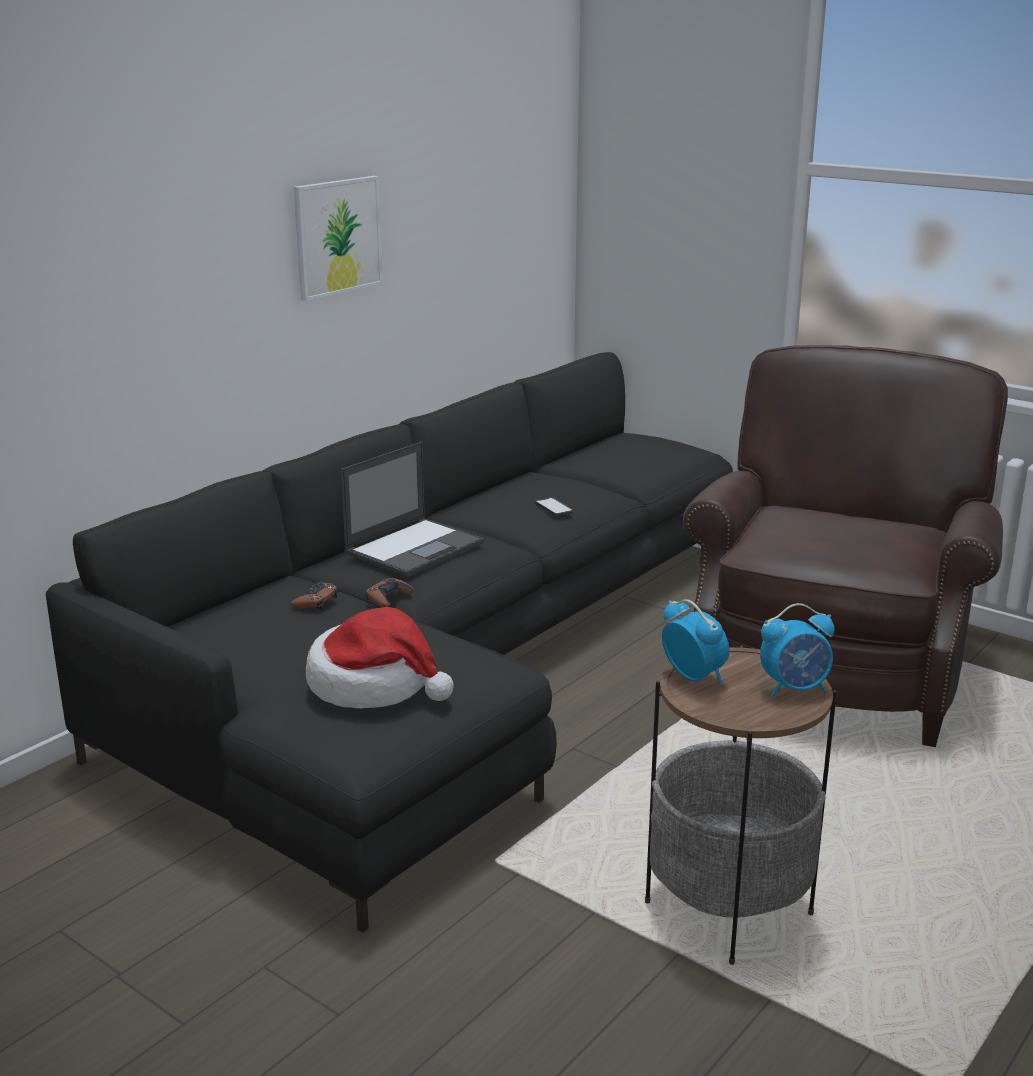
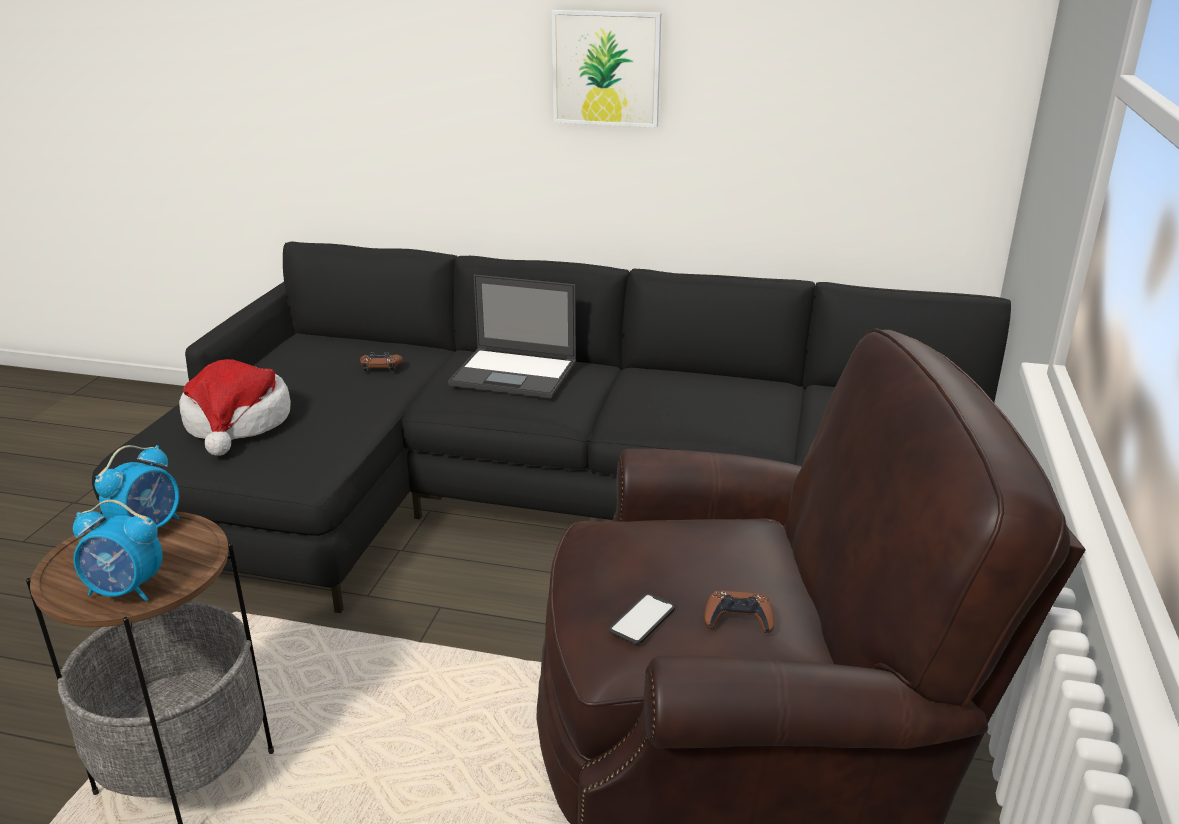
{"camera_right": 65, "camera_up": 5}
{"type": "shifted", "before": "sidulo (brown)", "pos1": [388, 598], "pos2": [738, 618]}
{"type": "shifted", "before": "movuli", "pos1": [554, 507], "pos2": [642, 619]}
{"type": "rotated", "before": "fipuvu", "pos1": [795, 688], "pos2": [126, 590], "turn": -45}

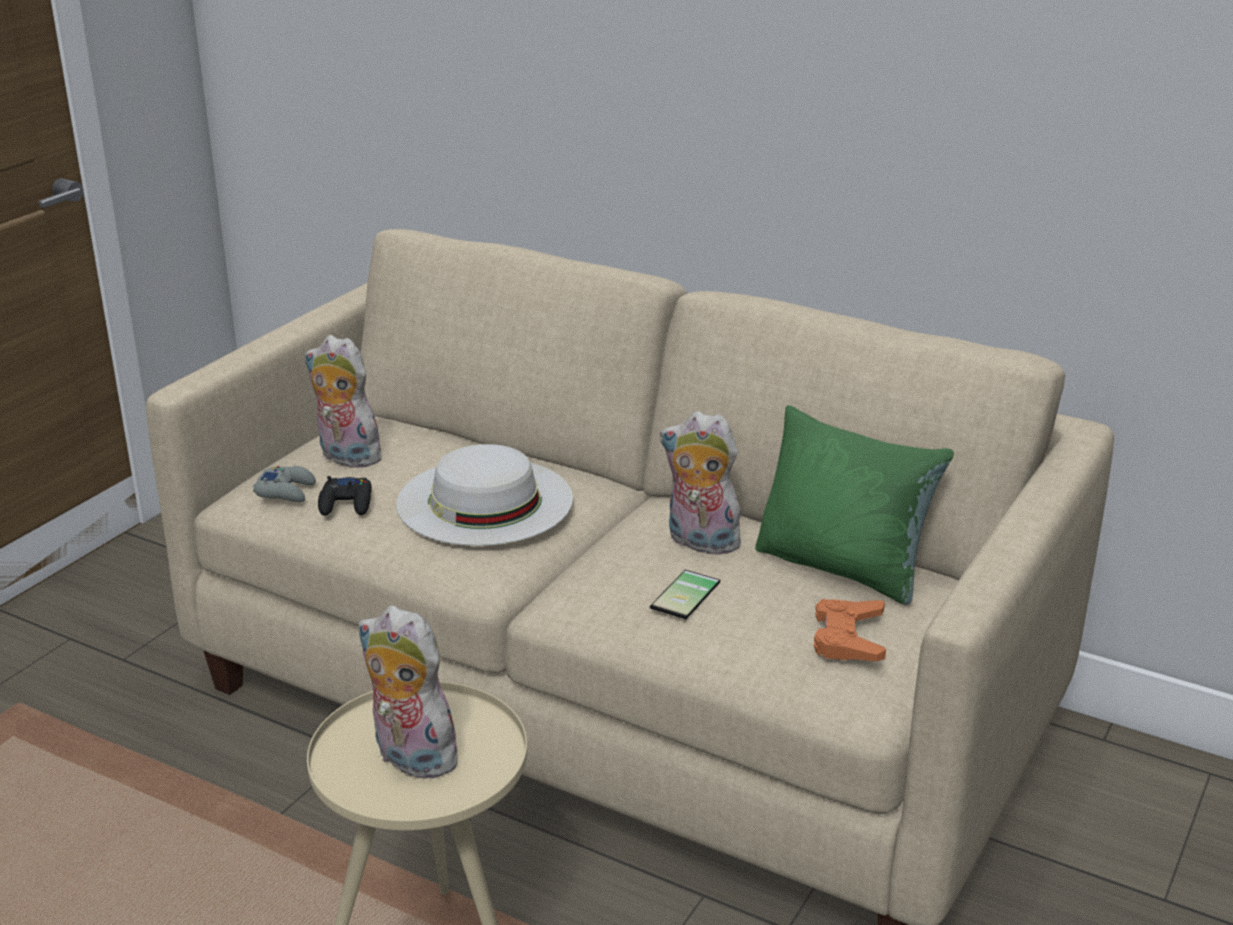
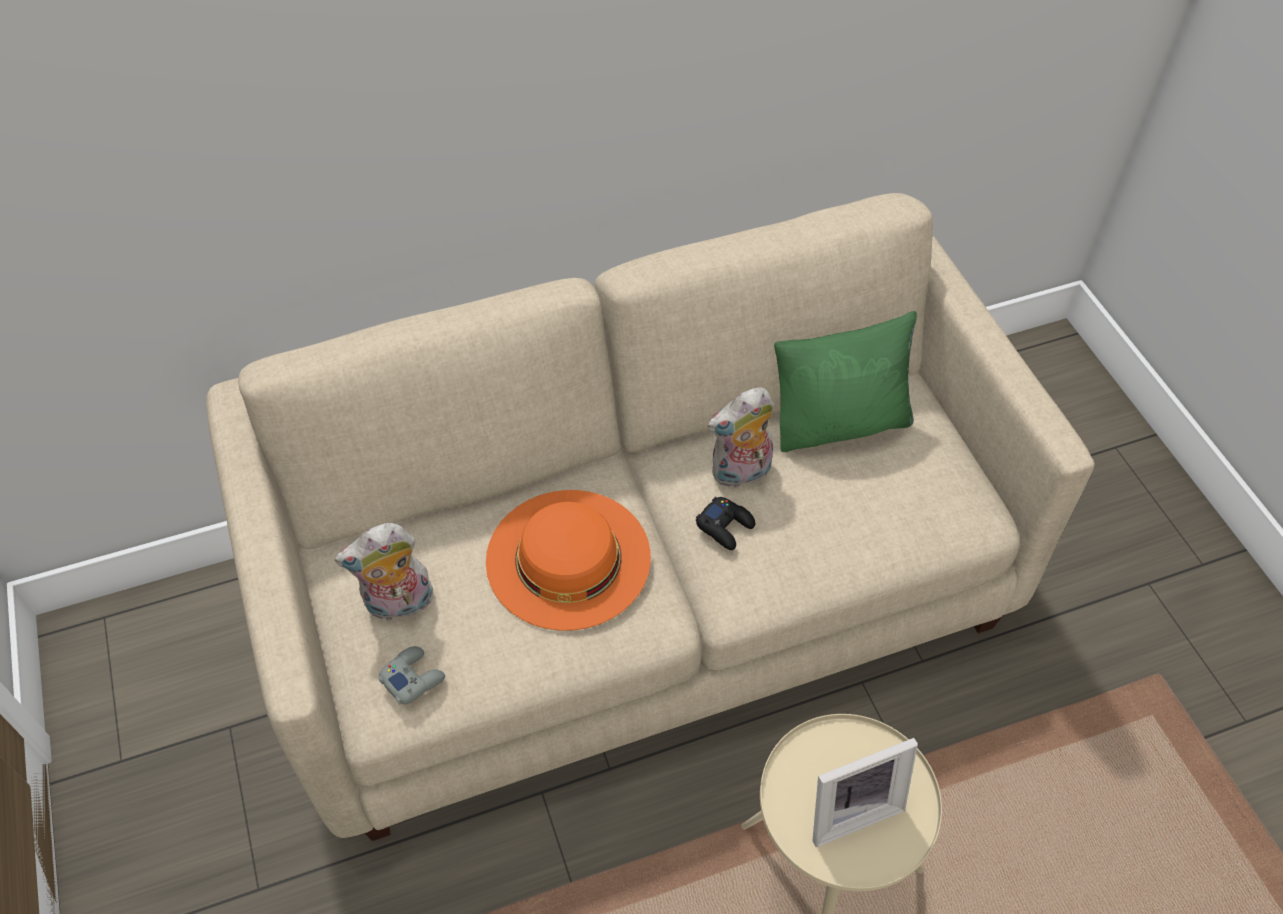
{"camera_right": -50, "camera_up": 25}
{"type": "shifted", "before": "sidulo (black)", "pos1": [347, 503], "pos2": [725, 526]}
{"type": "swapped", "before": "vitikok", "after": "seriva", "pos1": [409, 758], "pos2": [850, 808]}
{"type": "repainted", "before": "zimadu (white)", "after": "zimadu (orange)", "pos1": [484, 501], "pos2": [568, 558]}
{"type": "gone", "before": "movuli", "pos1": [689, 596]}
{"type": "gone", "before": "sidulo (orange)", "pos1": [848, 638]}

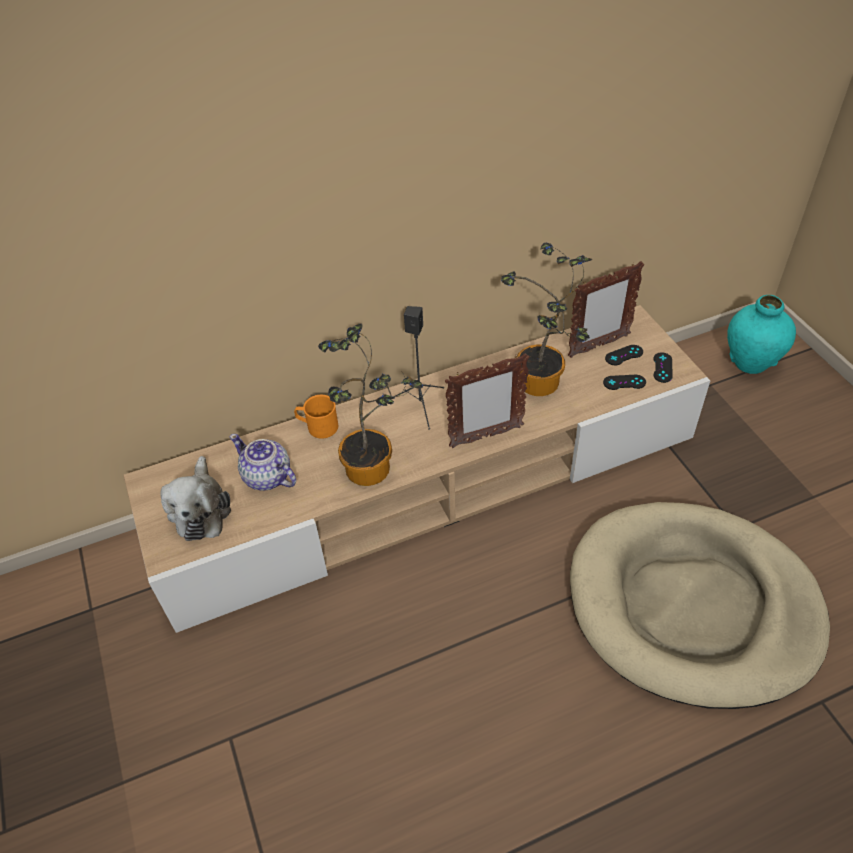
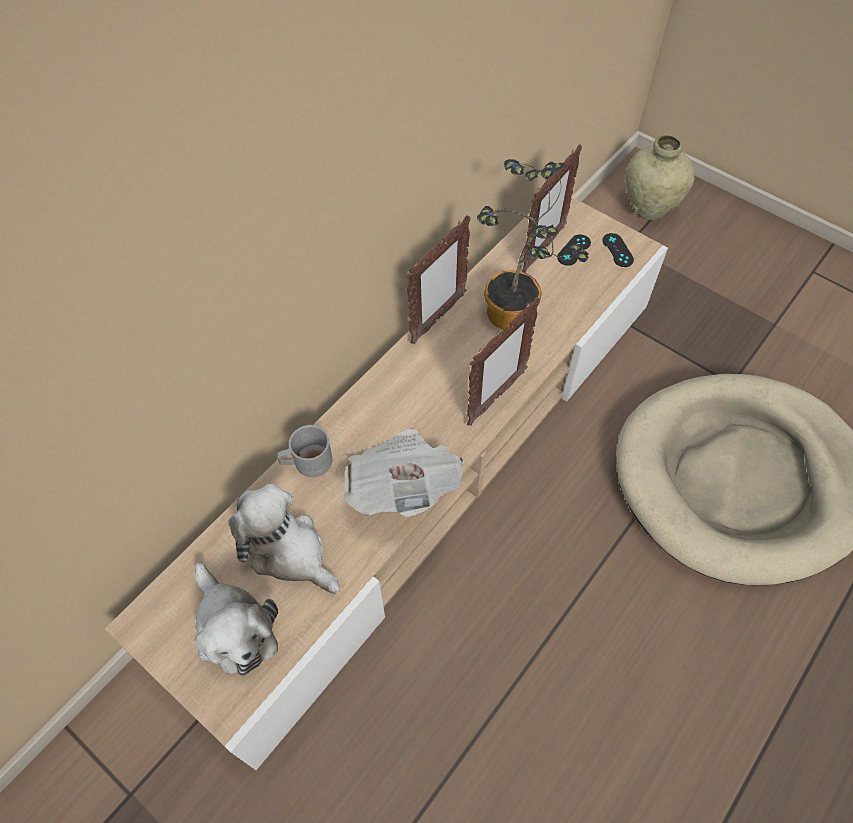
{"camera_right": -30, "camera_up": 10}
{"type": "swapped", "before": "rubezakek", "after": "vitikok", "pos1": [267, 477], "pos2": [288, 551]}
{"type": "repainted", "before": "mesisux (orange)", "after": "mesisux (grey)", "pos1": [318, 426], "pos2": [307, 462]}
{"type": "swapped", "before": "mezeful", "after": "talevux", "pos1": [375, 468], "pos2": [403, 485]}
{"type": "gone", "before": "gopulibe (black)", "pos1": [420, 404]}
{"type": "gone", "before": "sidulo (black)", "pos1": [624, 382]}
{"type": "repainted", "before": "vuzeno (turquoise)", "after": "vuzeno (beige)", "pos1": [750, 362], "pos2": [649, 208]}
{"type": "new", "after": "seriva", "pos2": [437, 319]}

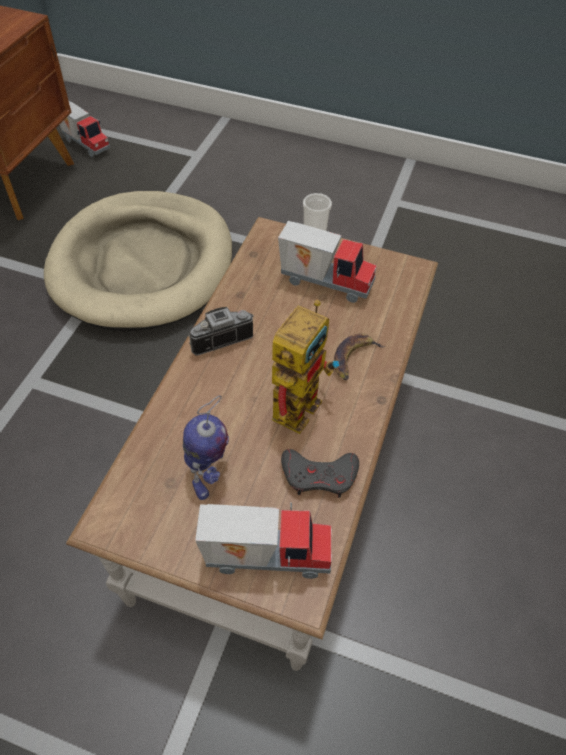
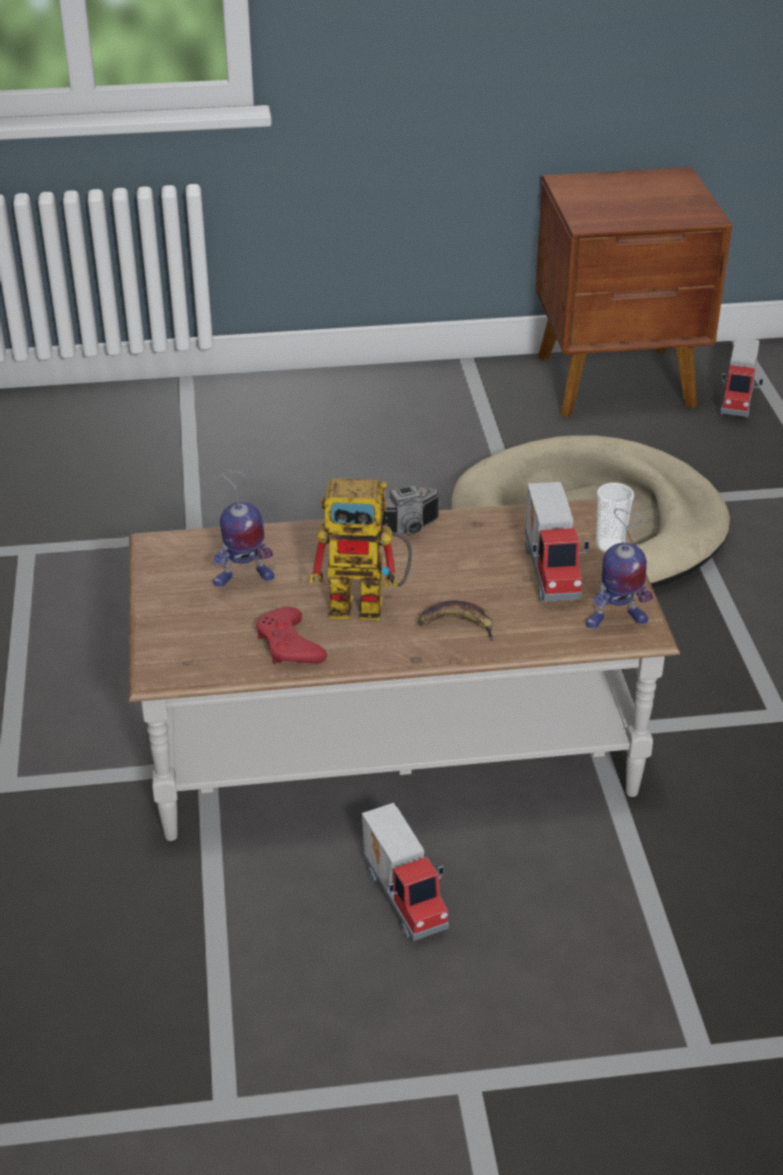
{"camera_right": 65, "camera_up": -15}
{"type": "rotated", "before": "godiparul", "pos1": [219, 336], "pos2": [408, 530], "turn": 120}
{"type": "shifted", "before": "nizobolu", "pos1": [266, 553], "pos2": [406, 897]}
{"type": "repainted", "before": "sidulo (grey)", "after": "sidulo (red)", "pos1": [319, 475], "pos2": [289, 645]}
{"type": "new", "after": "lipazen", "pos2": [615, 621]}

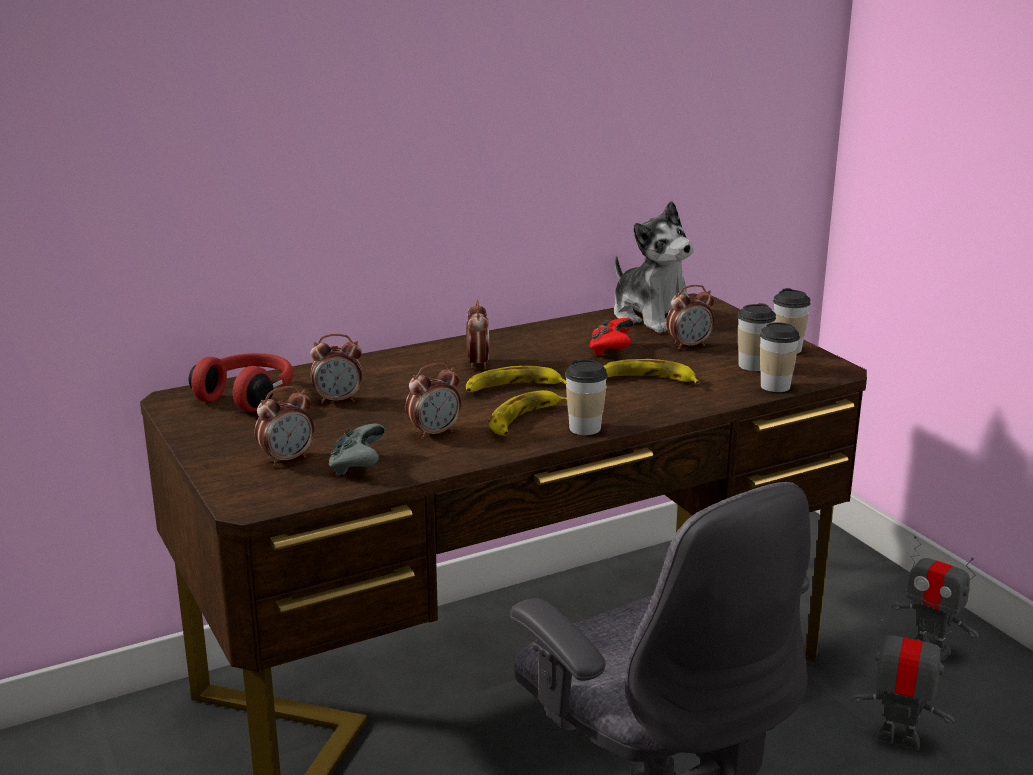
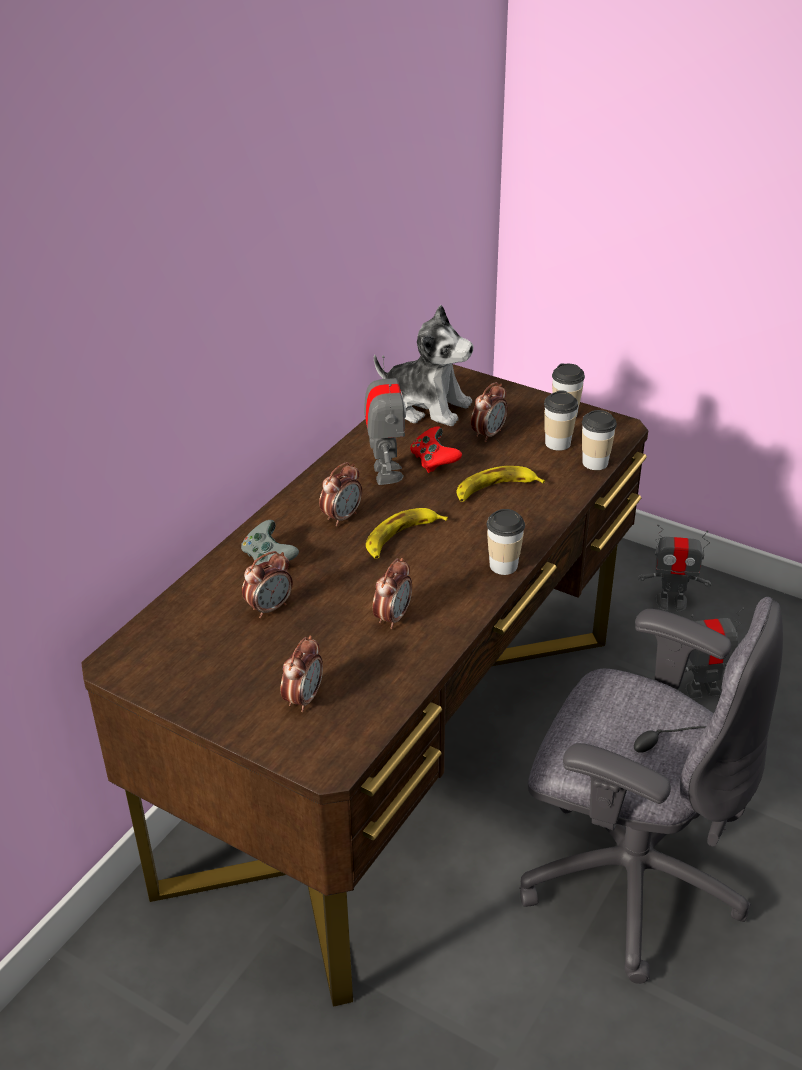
{"camera_right": -30, "camera_up": 15}
{"type": "gone", "before": "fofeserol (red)", "pos1": [248, 396]}
{"type": "shifted", "before": "sidulo (grey)", "pos1": [357, 466], "pos2": [268, 559]}
{"type": "rotated", "before": "fipuvu", "pos1": [477, 364], "pos2": [342, 517], "turn": 75}
{"type": "gone", "before": "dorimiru", "pos1": [524, 420]}
{"type": "new", "after": "lipazen", "pos2": [386, 473]}

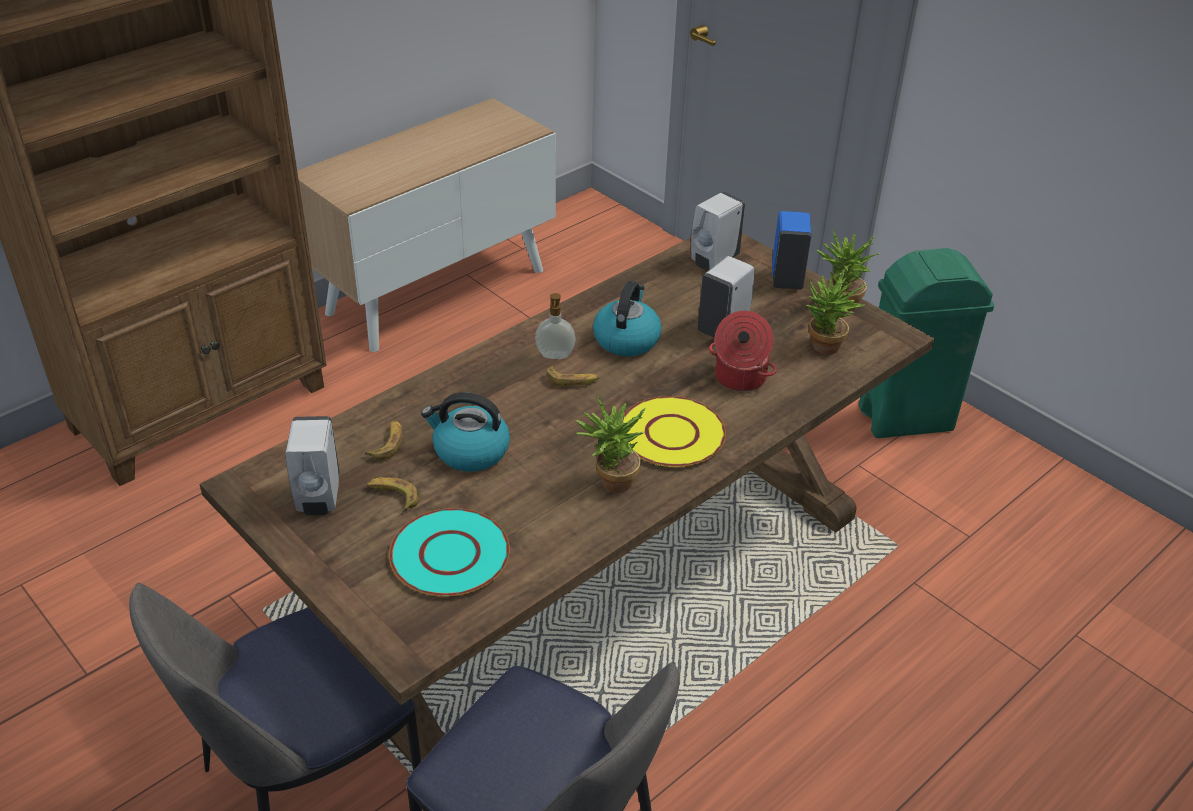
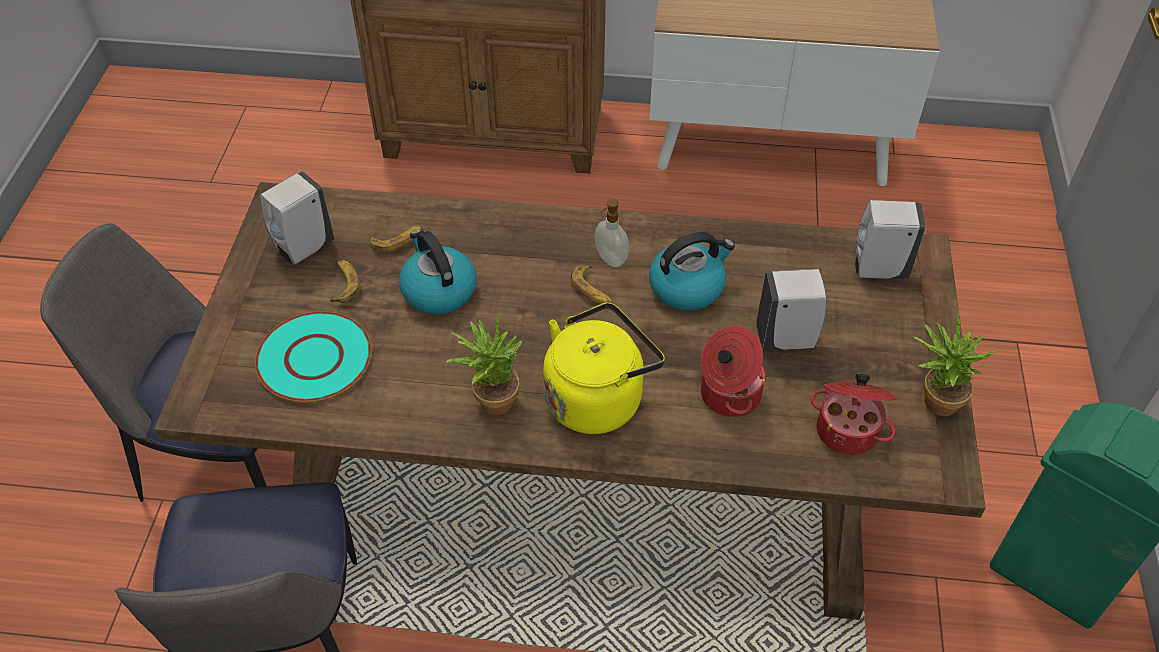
{"camera_right": 50, "camera_up": 10}
{"type": "swapped", "before": "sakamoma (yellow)", "after": "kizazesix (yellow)", "pos1": [672, 433], "pos2": [598, 397]}
{"type": "gone", "before": "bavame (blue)", "pos1": [786, 278]}
{"type": "swapped", "before": "mezeful", "after": "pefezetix", "pos1": [823, 350], "pos2": [848, 430]}

